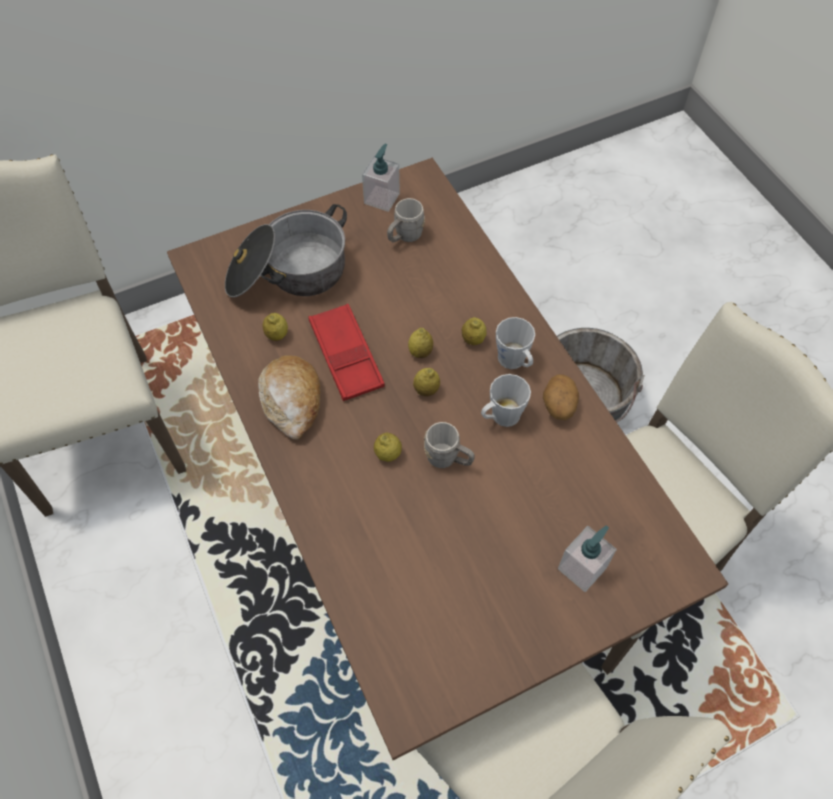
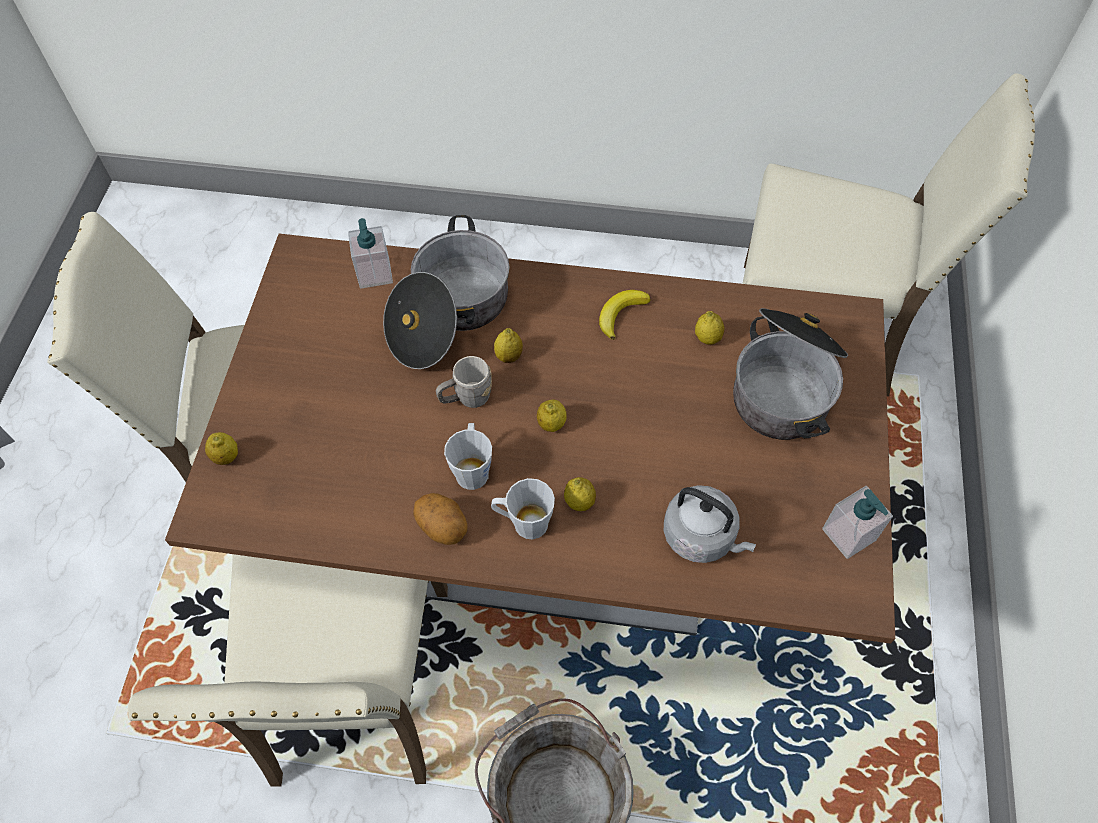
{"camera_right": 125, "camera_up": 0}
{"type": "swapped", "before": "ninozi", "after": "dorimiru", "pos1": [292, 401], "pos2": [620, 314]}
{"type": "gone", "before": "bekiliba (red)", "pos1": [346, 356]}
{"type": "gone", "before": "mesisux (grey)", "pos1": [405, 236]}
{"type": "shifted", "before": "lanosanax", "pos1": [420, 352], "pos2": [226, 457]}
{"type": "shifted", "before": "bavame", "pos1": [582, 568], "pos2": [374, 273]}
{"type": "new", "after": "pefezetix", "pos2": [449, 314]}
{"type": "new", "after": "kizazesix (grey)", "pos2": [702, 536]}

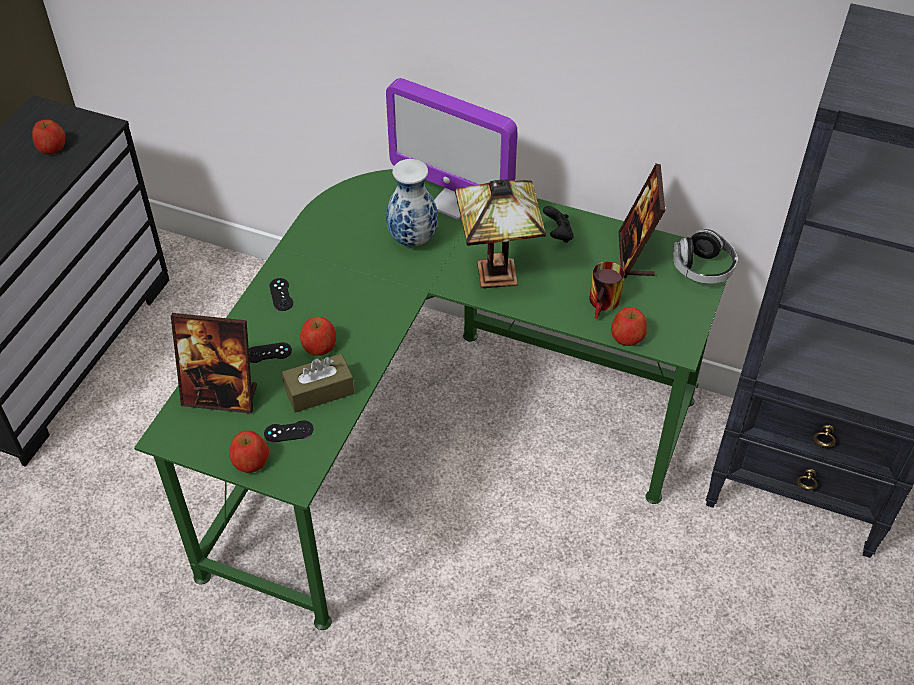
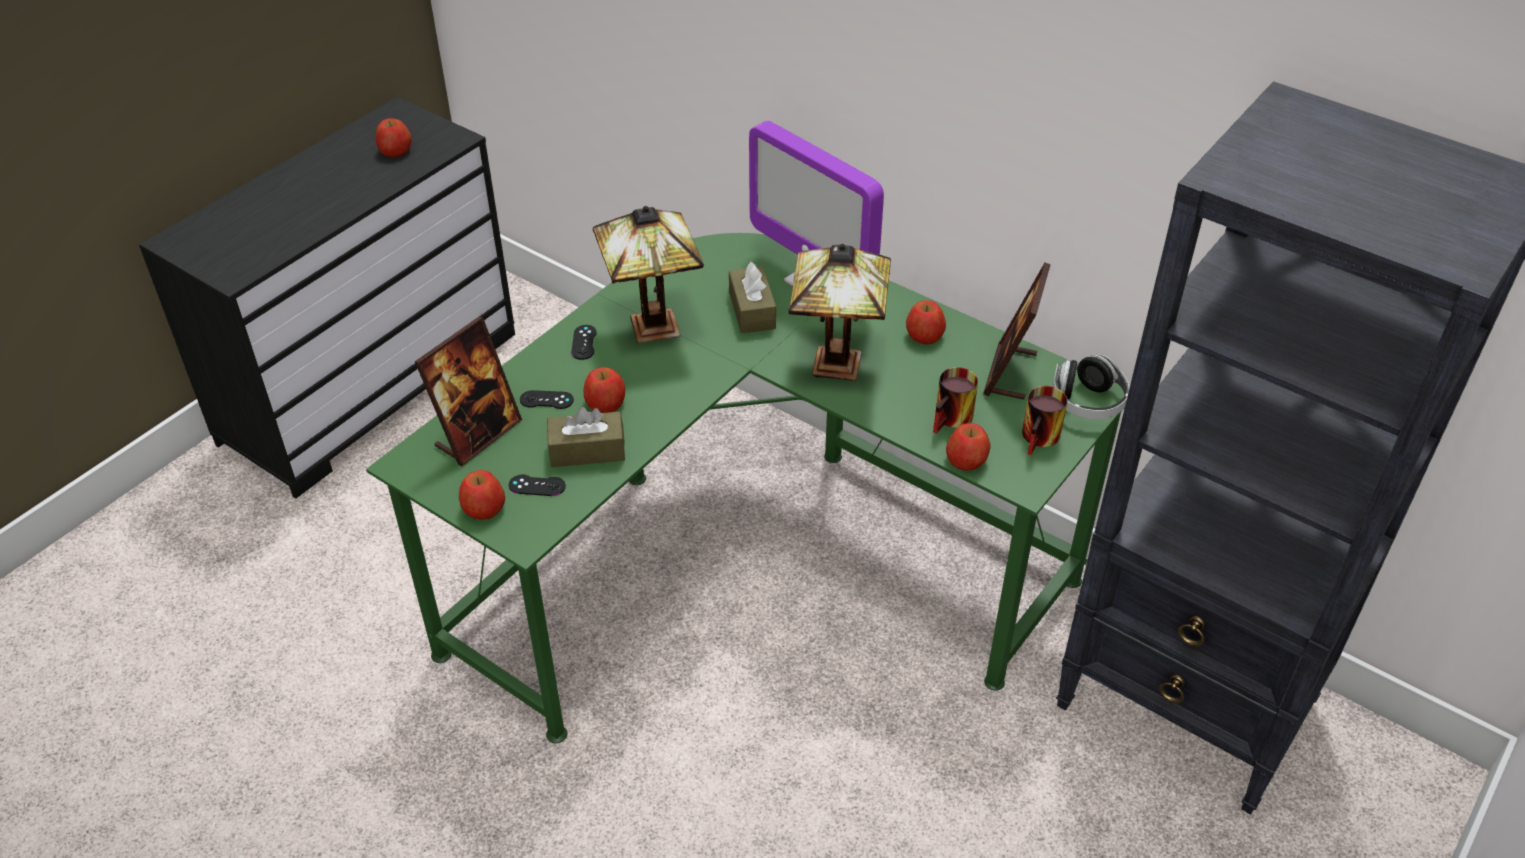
{"camera_right": 15, "camera_up": -5}
{"type": "rotated", "before": "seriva", "pos1": [221, 396], "pos2": [478, 435], "turn": -75}
{"type": "swapped", "before": "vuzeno", "after": "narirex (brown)", "pos1": [411, 239], "pos2": [752, 310]}
{"type": "swapped", "before": "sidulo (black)", "after": "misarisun", "pos1": [558, 234], "pos2": [924, 335]}
{"type": "new", "after": "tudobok", "pos2": [651, 329]}
{"type": "new", "after": "mesisux", "pos2": [1042, 439]}

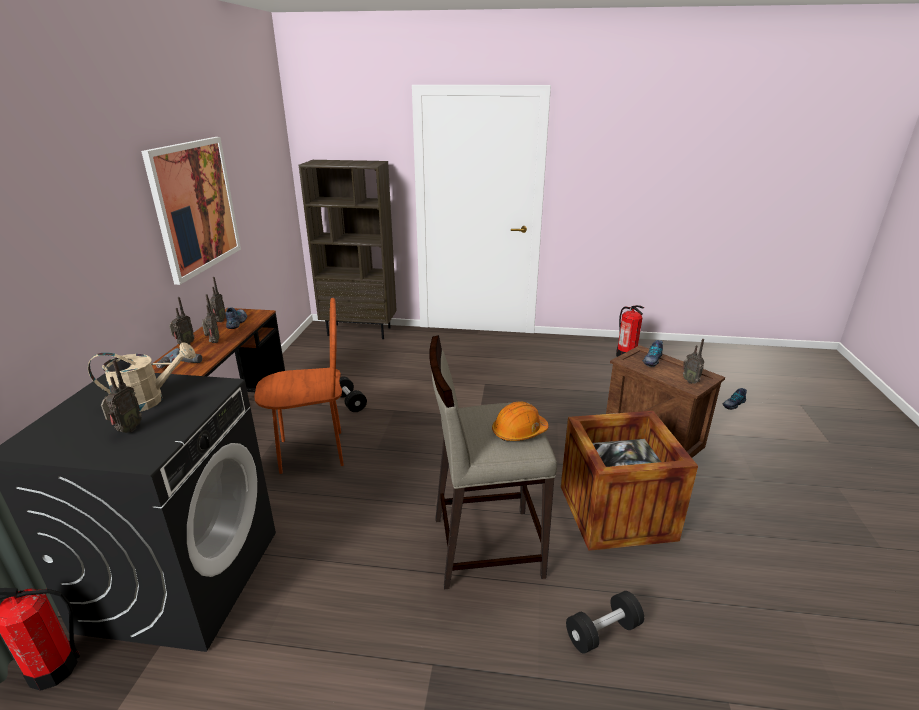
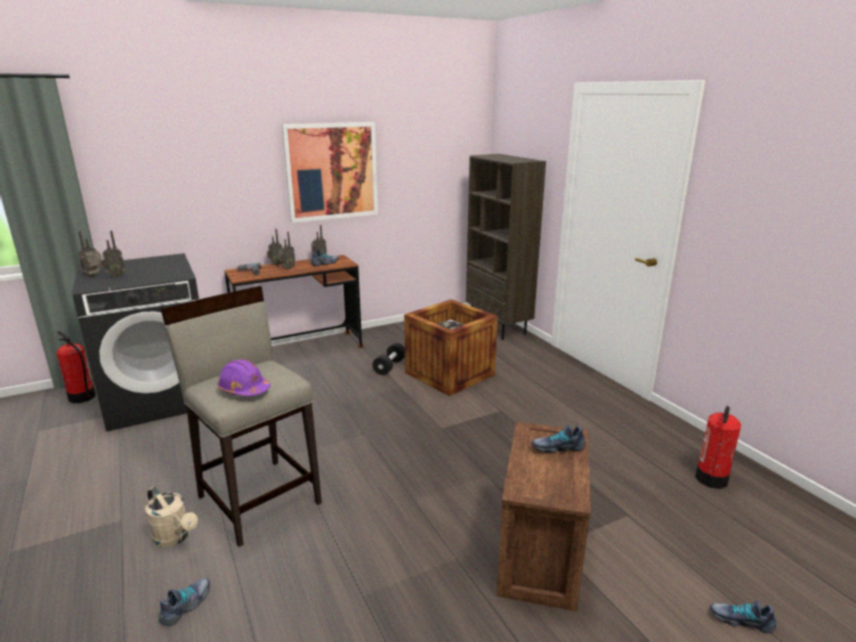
{"camera_right": 55, "camera_up": -5}
{"type": "shifted", "before": "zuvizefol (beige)", "pos1": [149, 400], "pos2": [175, 537]}
{"type": "gone", "before": "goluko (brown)", "pos1": [312, 452]}
{"type": "repainted", "before": "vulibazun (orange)", "after": "vulibazun (purple)", "pos1": [519, 432], "pos2": [244, 389]}
{"type": "shifted", "before": "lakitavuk", "pos1": [616, 512], "pos2": [449, 374]}
{"type": "swapped", "before": "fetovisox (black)", "after": "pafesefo", "pos1": [603, 632], "pos2": [187, 605]}
{"type": "shifted", "before": "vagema", "pos1": [690, 381], "pos2": [95, 276]}

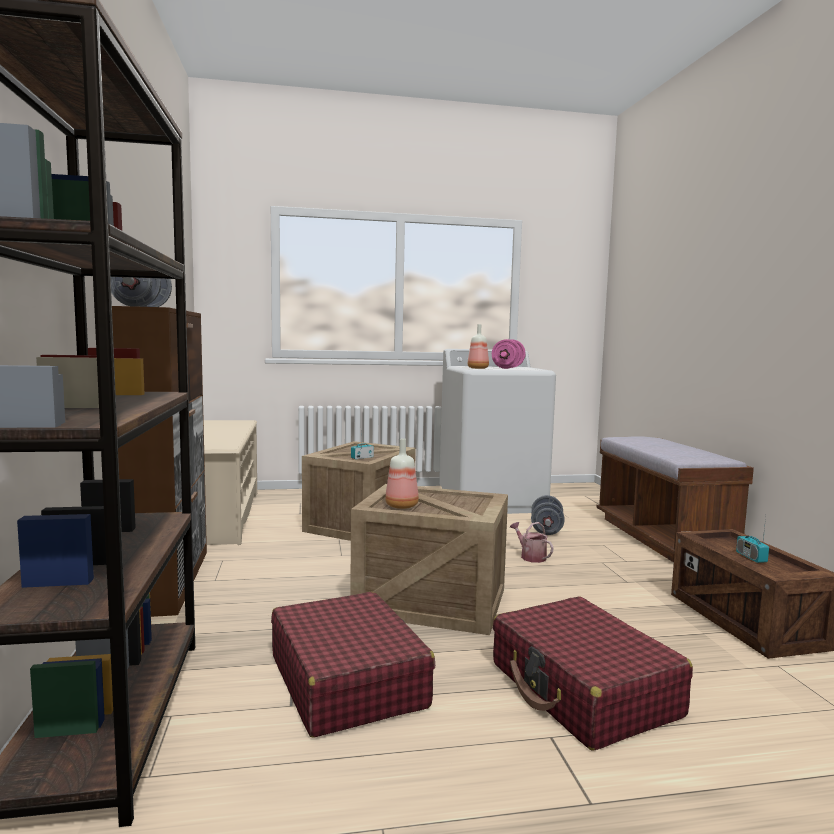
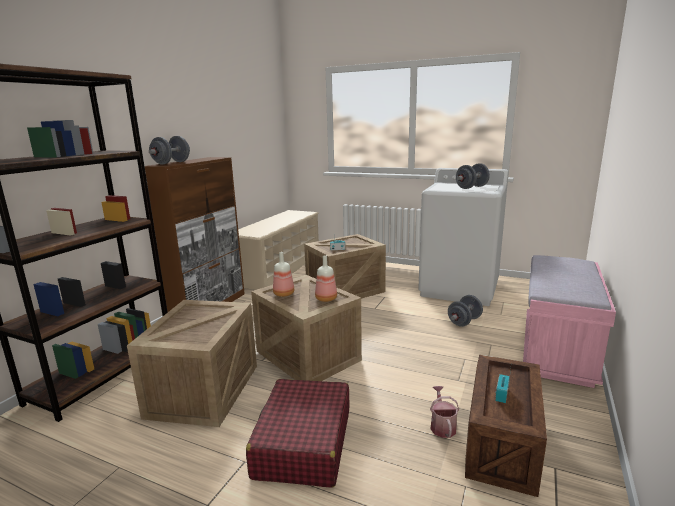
{"camera_right": 35, "camera_up": 10}
{"type": "swapped", "before": "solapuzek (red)", "after": "lakitavuk", "pos1": [347, 681], "pos2": [204, 389]}
{"type": "shifted", "before": "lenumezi", "pos1": [478, 368], "pos2": [326, 299]}
{"type": "repainted", "before": "fetovisox (pink)", "after": "fetovisox (grey)", "pos1": [508, 368], "pos2": [471, 187]}
{"type": "shifted", "before": "zuvizefol", "pos1": [530, 556], "pos2": [442, 425]}
{"type": "repainted", "before": "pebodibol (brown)", "after": "pebodibol (pink)", "pos1": [662, 537], "pos2": [557, 350]}

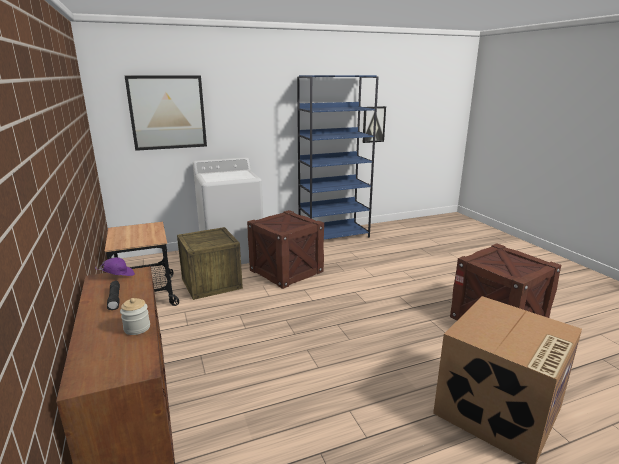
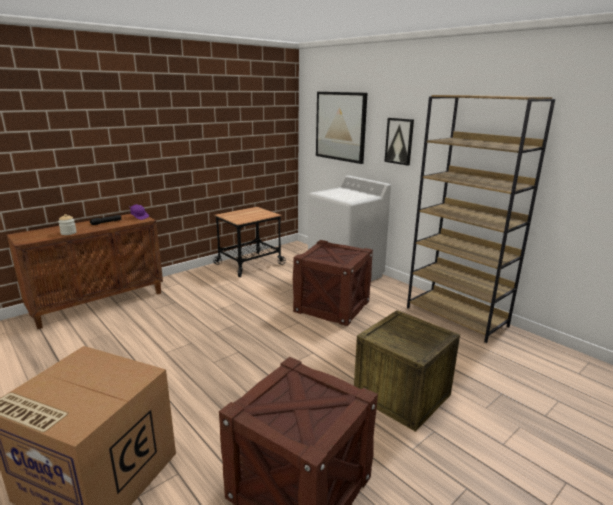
{"camera_right": 70, "camera_up": 0}
{"type": "shifted", "before": "lakitavuk", "pos1": [211, 283], "pos2": [402, 395]}
{"type": "repainted", "before": "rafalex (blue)", "after": "rafalex (brown)", "pos1": [334, 236], "pos2": [457, 317]}
{"type": "shifted", "before": "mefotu", "pos1": [373, 124], "pos2": [399, 141]}

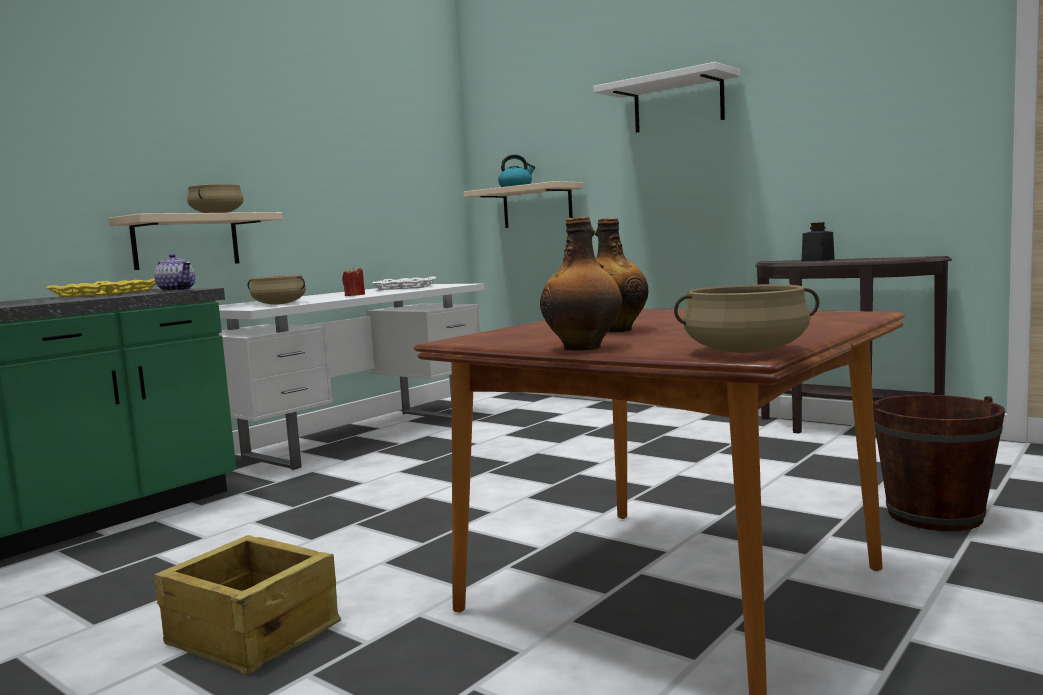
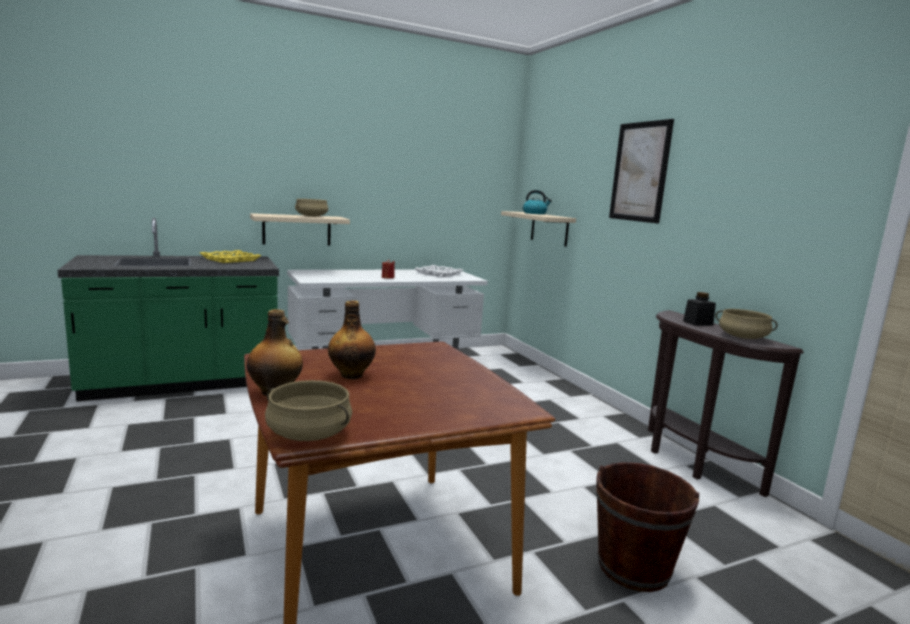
{"camera_right": 25, "camera_up": 5}
{"type": "gone", "before": "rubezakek", "pos1": [177, 290]}
{"type": "gone", "before": "lakitavuk", "pos1": [253, 632]}
{"type": "shifted", "before": "pefezetix (beige)", "pos1": [279, 304], "pos2": [742, 337]}
{"type": "swapped", "before": "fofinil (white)", "after": "mefotu", "pos1": [678, 103], "pos2": [640, 172]}

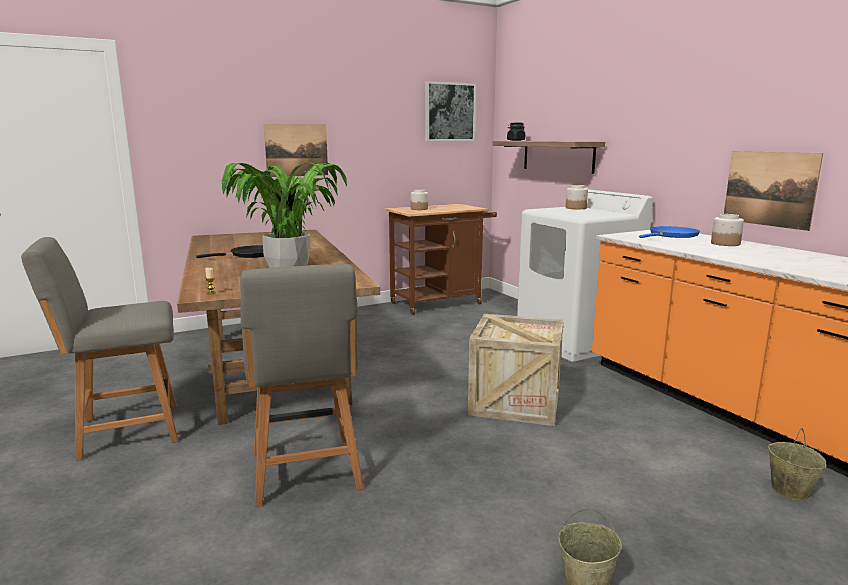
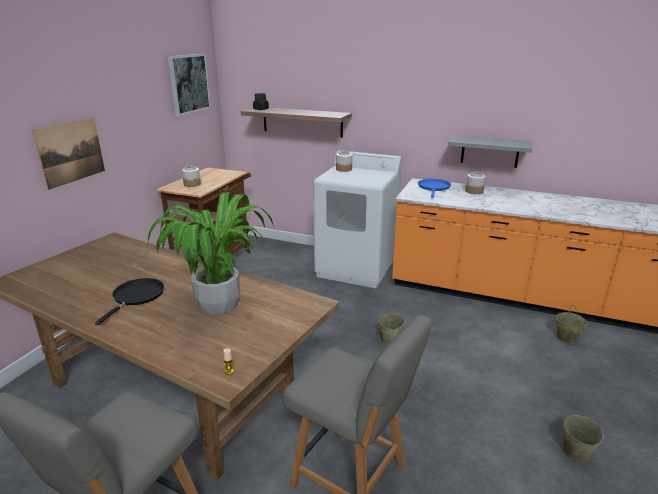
{"camera_right": -40, "camera_up": 10}
{"type": "swapped", "before": "lakitavuk", "after": "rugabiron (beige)", "pos1": [515, 402], "pos2": [390, 339]}
{"type": "swapped", "before": "mefotu", "after": "fofinil (grey)", "pos1": [769, 189], "pos2": [490, 151]}

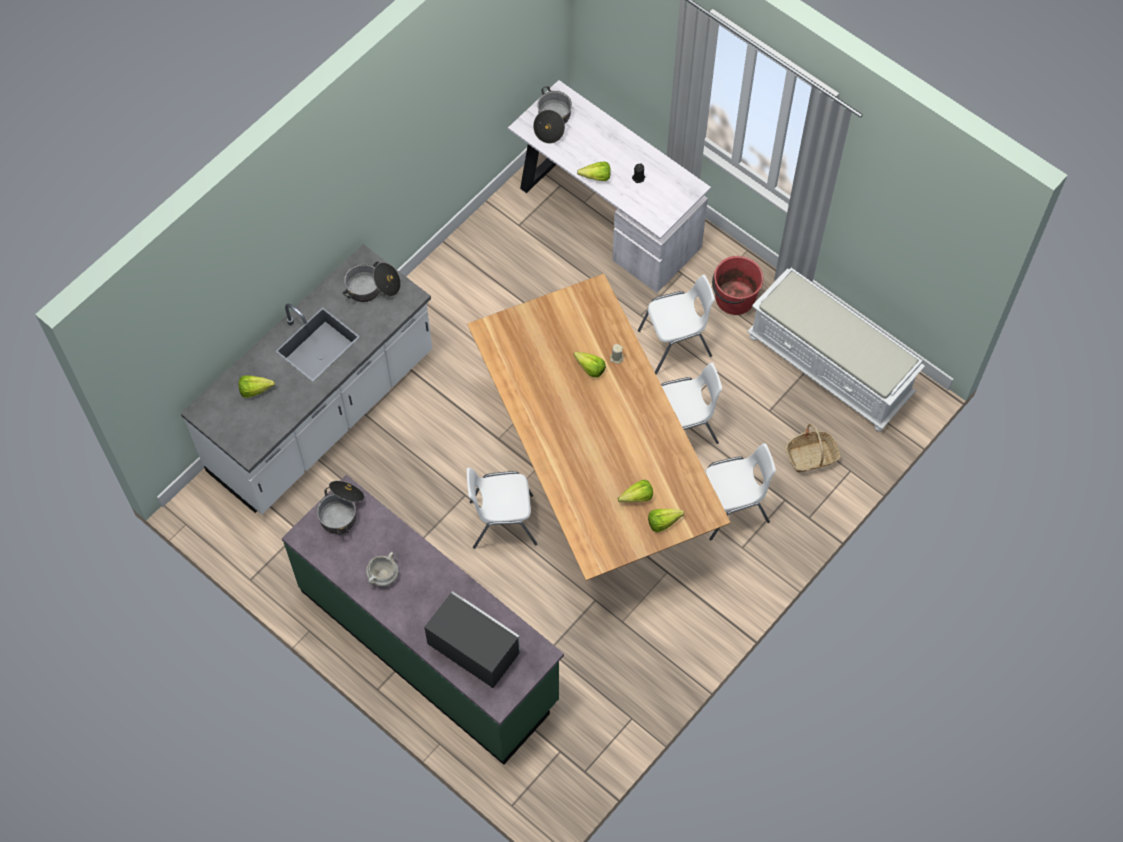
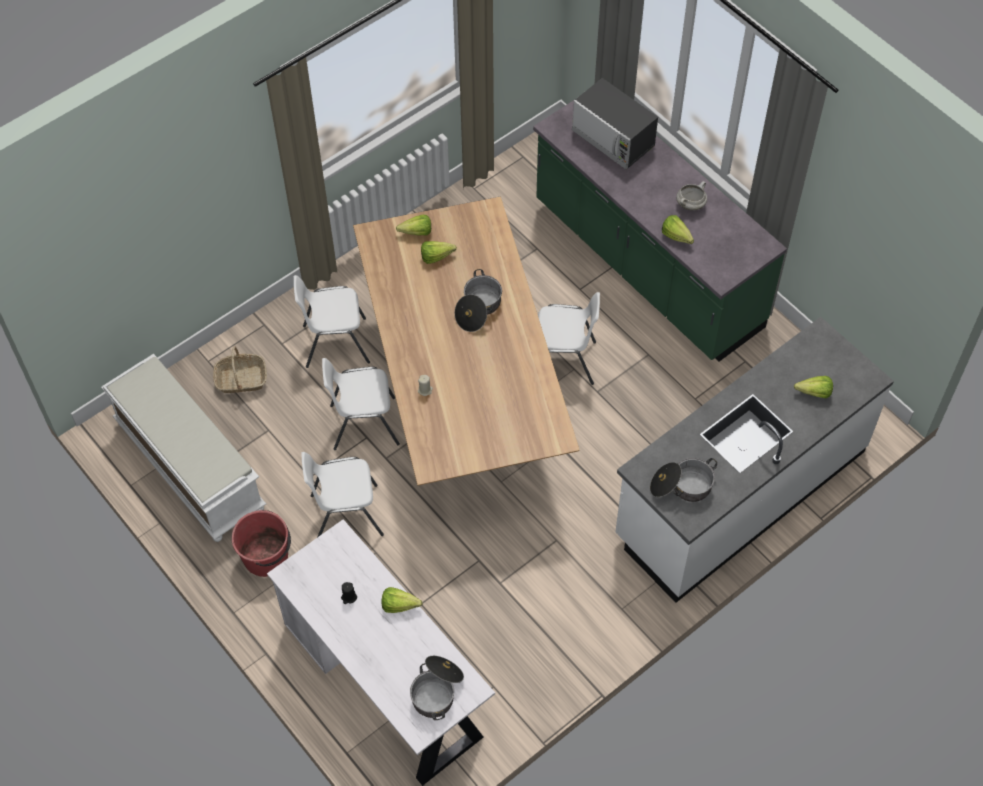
{"camera_right": -170, "camera_up": -5}
{"type": "shifted", "before": "pefezetix", "pos1": [342, 511], "pos2": [478, 308]}
{"type": "shifted", "before": "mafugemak", "pos1": [588, 366], "pos2": [678, 238]}

